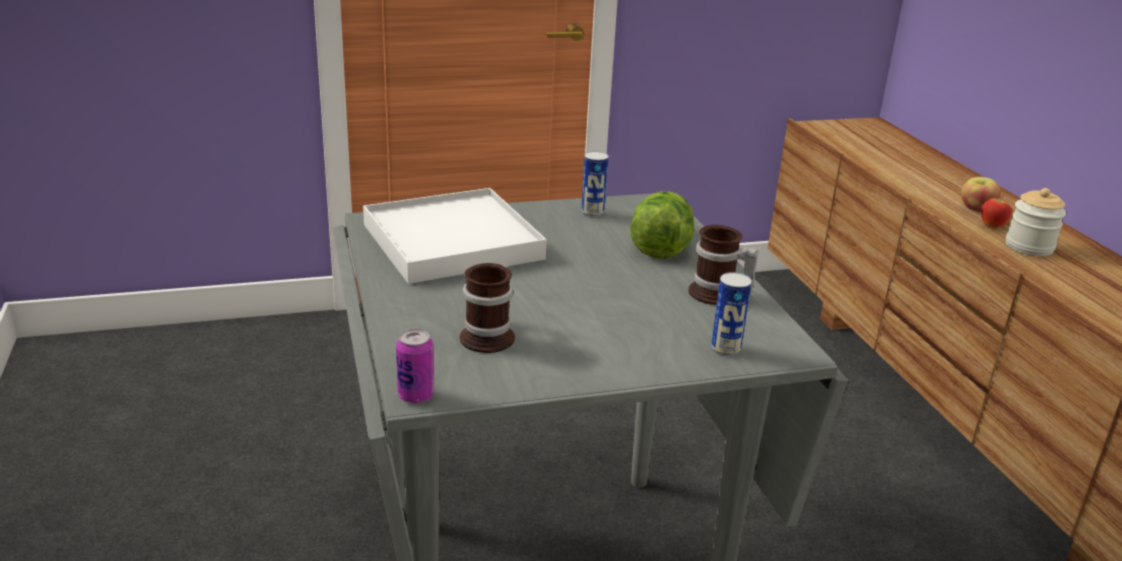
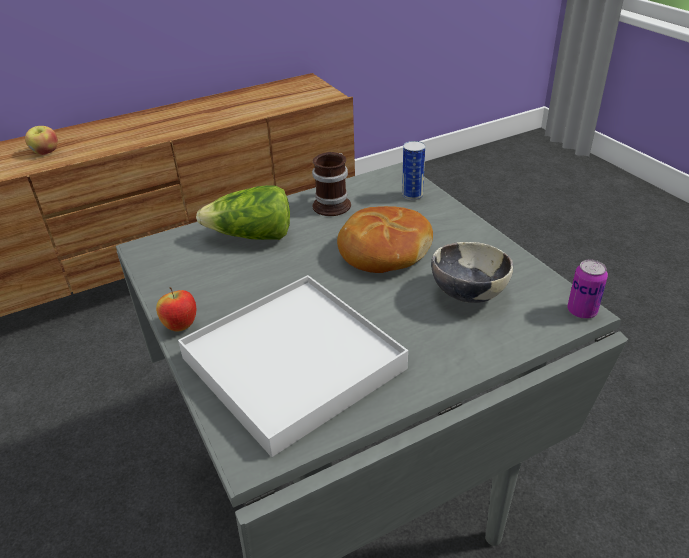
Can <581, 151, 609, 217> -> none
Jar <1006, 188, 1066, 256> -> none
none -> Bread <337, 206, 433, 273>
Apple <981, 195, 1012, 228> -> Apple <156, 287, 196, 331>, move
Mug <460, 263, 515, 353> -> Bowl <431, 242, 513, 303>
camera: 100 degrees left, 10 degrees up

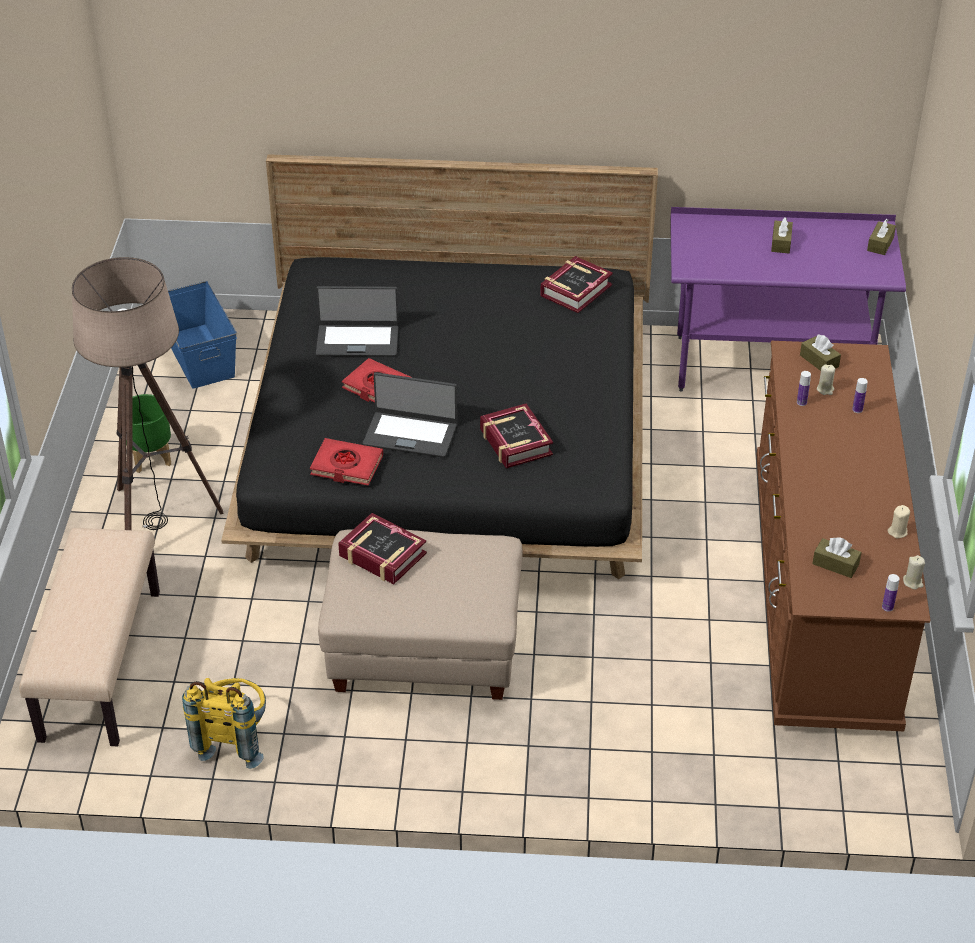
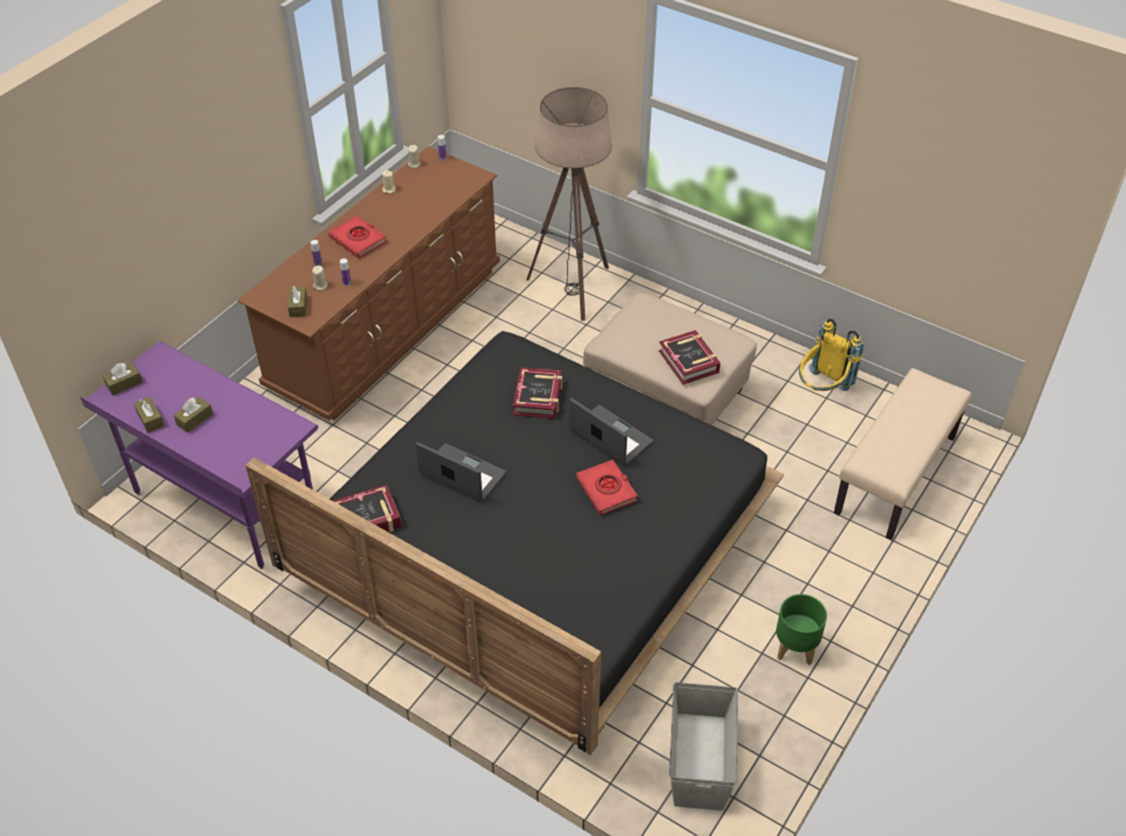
FloorLamp <72, 257, 224, 530> -> FloorLamp <526, 87, 612, 321>, move
RedBook <310, 438, 383, 486> -> RedBook <328, 216, 387, 258>, move
Laptop <316, 286, 399, 357> -> Laptop <416, 442, 506, 501>, move
BrownTissueBox <812, 537, 862, 578> -> BrownTissueBox <134, 397, 164, 433>, move
BlueStorageBox <168, 281, 237, 389> -> GreyStorageBox <669, 682, 738, 811>
camera: 150 degrees left, 5 degrees up

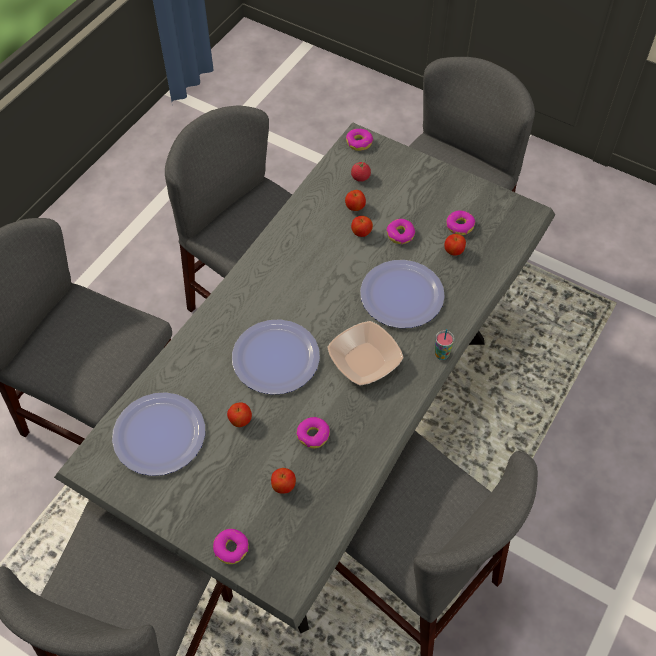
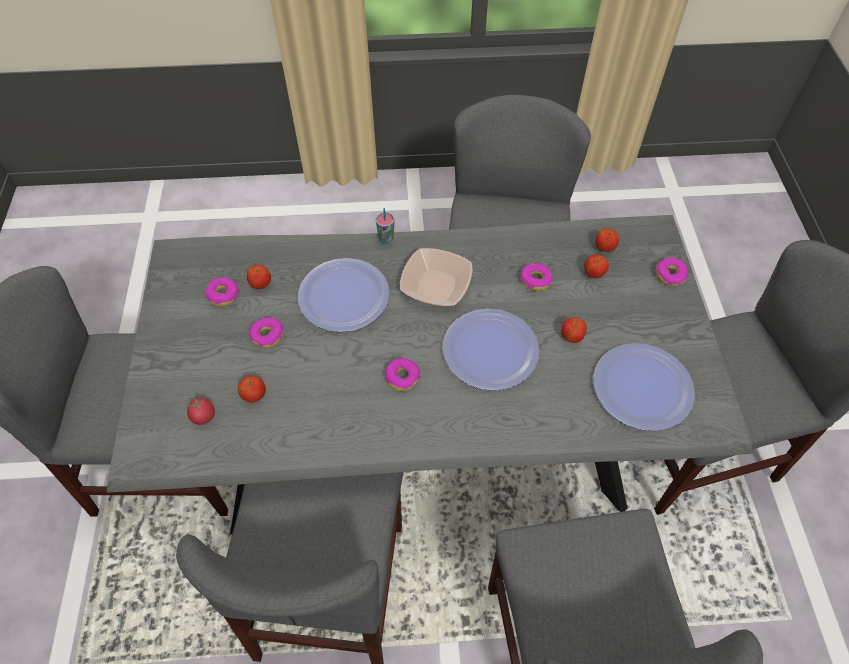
Donut <346, 129, 373, 151> -> Donut <385, 358, 420, 391>, move
Apple <351, 216, 373, 237> -> Apple <595, 228, 619, 252>, move
camera: 125 degrees left, 0 degrees up

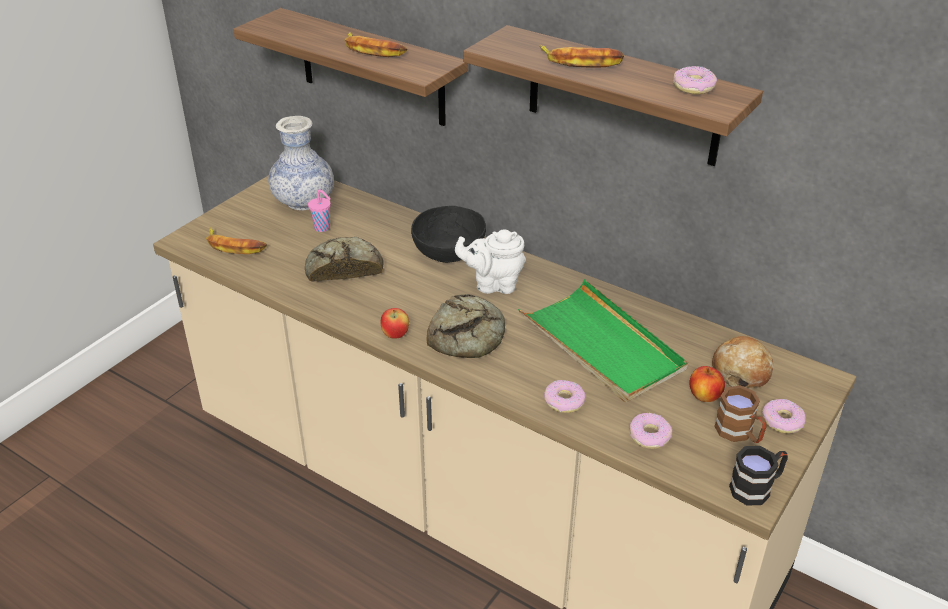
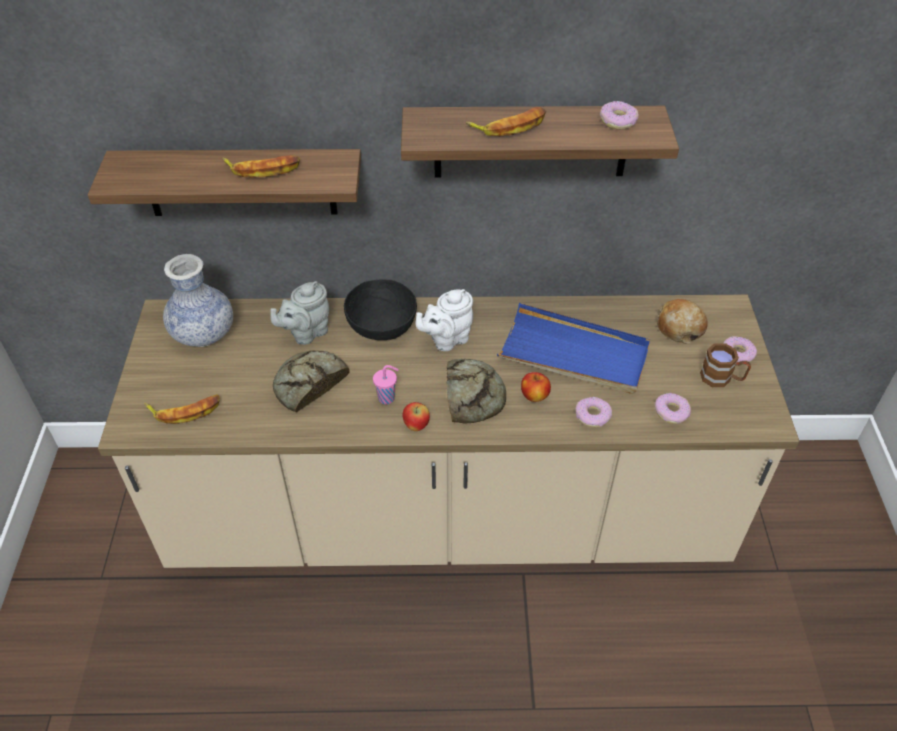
BlackMug <729, 446, 788, 506> -> none
none -> GreyTeapot <270, 281, 329, 345>
PinkCup <308, 190, 331, 232> -> PinkCup <373, 365, 399, 404>, move
Apple <689, 366, 725, 402> -> Apple <521, 372, 551, 402>, move
GreenTray <518, 279, 688, 402> -> BlueTray <497, 303, 650, 394>
camera: 35 degrees left, 10 degrees up

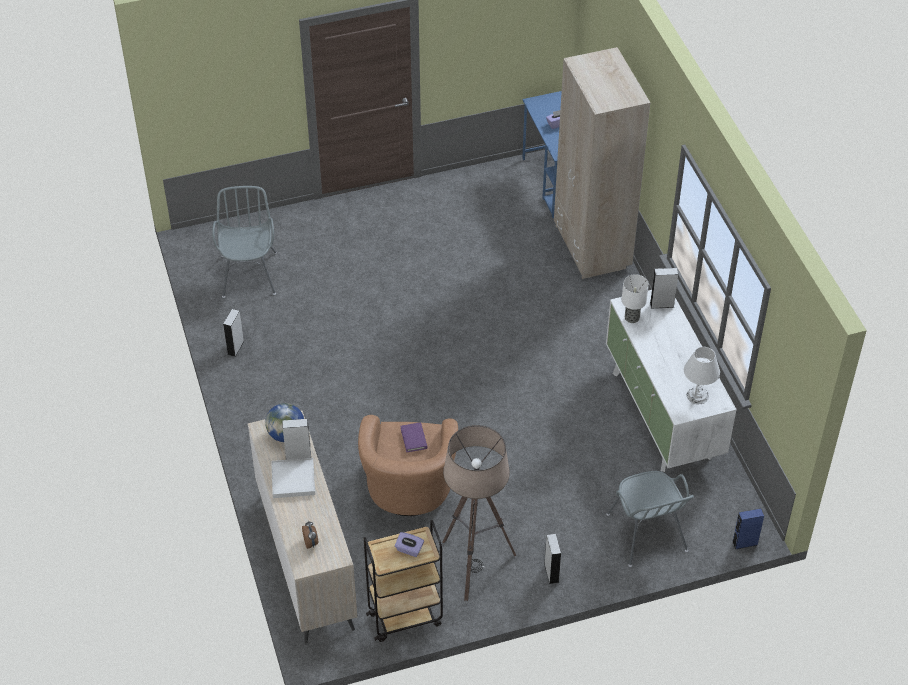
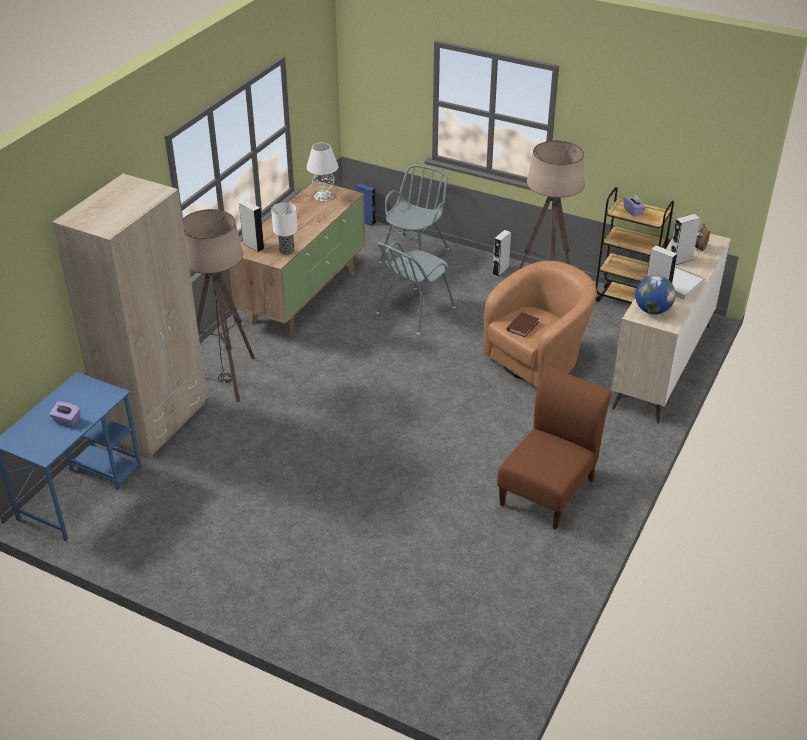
none -> FloorLamp <182, 209, 255, 402>
none -> BrownChair <497, 368, 612, 529>
GreyChair <212, 186, 277, 298> -> GreyChair <376, 242, 456, 335>, move
GreySpeaker <223, 309, 244, 357> -> GreySpeaker <670, 214, 700, 265>, move
PurpleBook <401, 422, 428, 452> -> BrownBook <507, 312, 539, 337>
WhiteDresser <606, 290, 737, 472> -> GreenDresser <230, 180, 365, 336>
camera: 135 degrees left, 10 degrees down

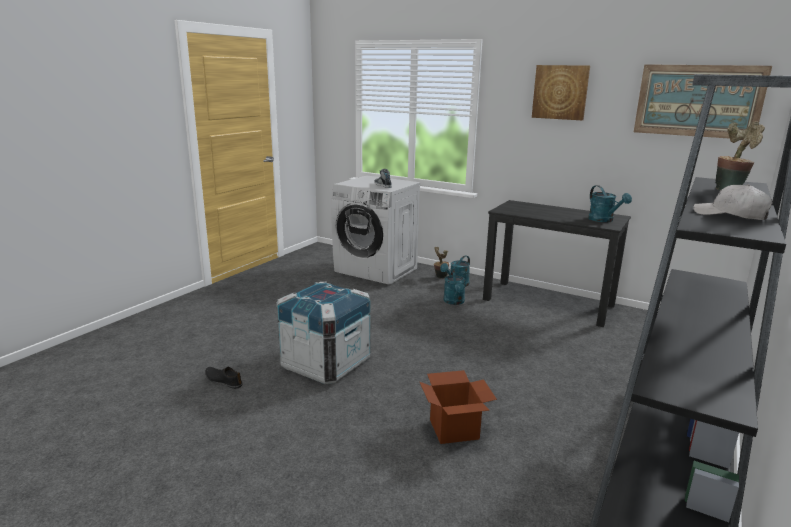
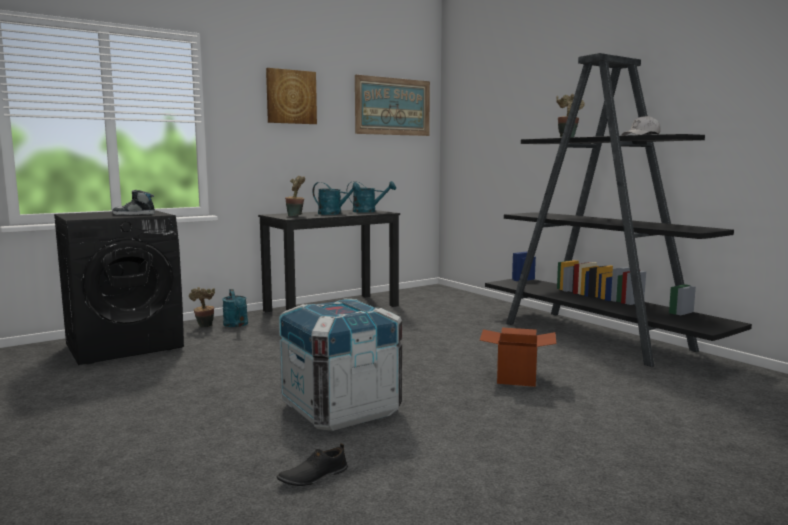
none -> PottedPlant <285, 176, 305, 216>
TurquoiseWateringCan <444, 269, 466, 305> -> TurquoiseWateringCan <313, 182, 361, 215>, move
WhiteWashingMachine <331, 175, 421, 285> -> BlackWashingMachine <54, 210, 184, 365>
camera: 65 degrees left, 10 degrees down

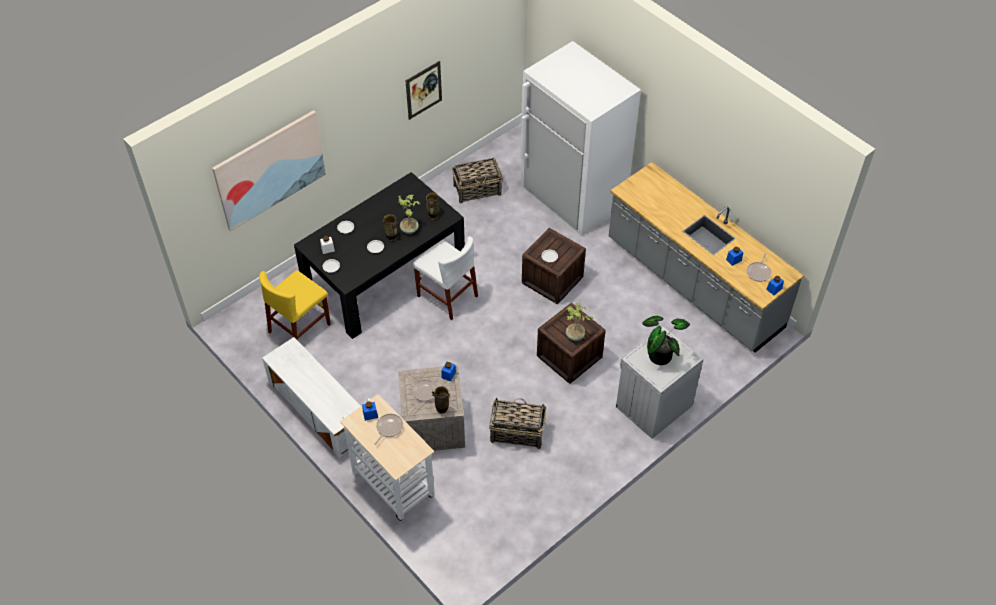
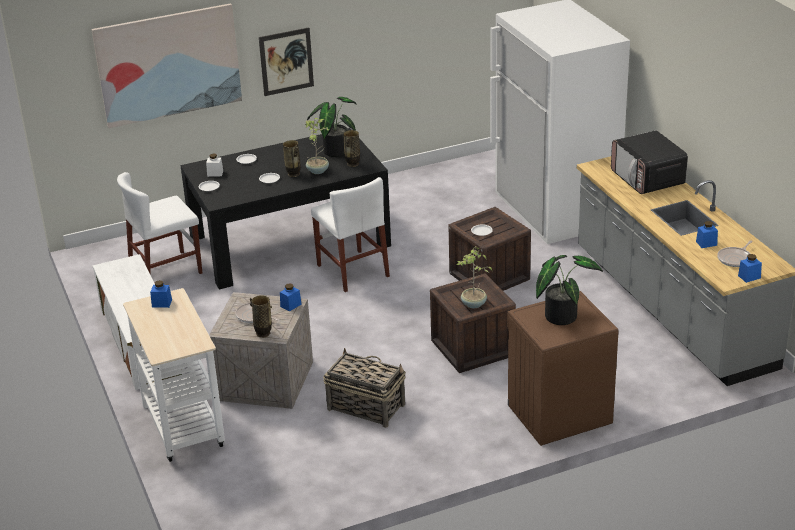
FryingPan <374, 414, 403, 445> -> none
Basket <452, 158, 503, 204> -> none
none -> PottedPlant <307, 97, 357, 157>
none -> Microwave <611, 130, 688, 194>
Picture <405, 61, 442, 120> -> Picture <259, 27, 314, 96>, move
YellowChair <259, 270, 331, 340> -> WhiteChair <117, 172, 203, 275>
WhiteWashingMachine <616, 327, 703, 439> -> BrownWashingMachine <507, 291, 618, 446>
camera: 20 degrees right, 20 degrees down

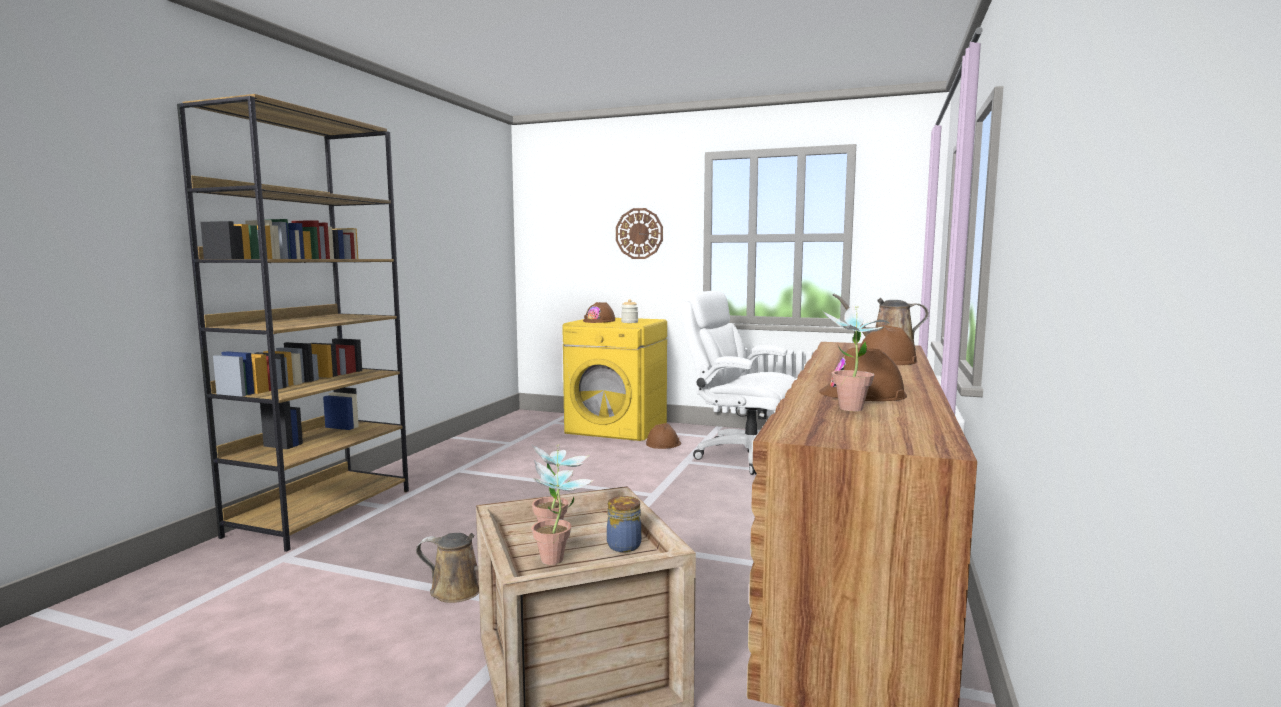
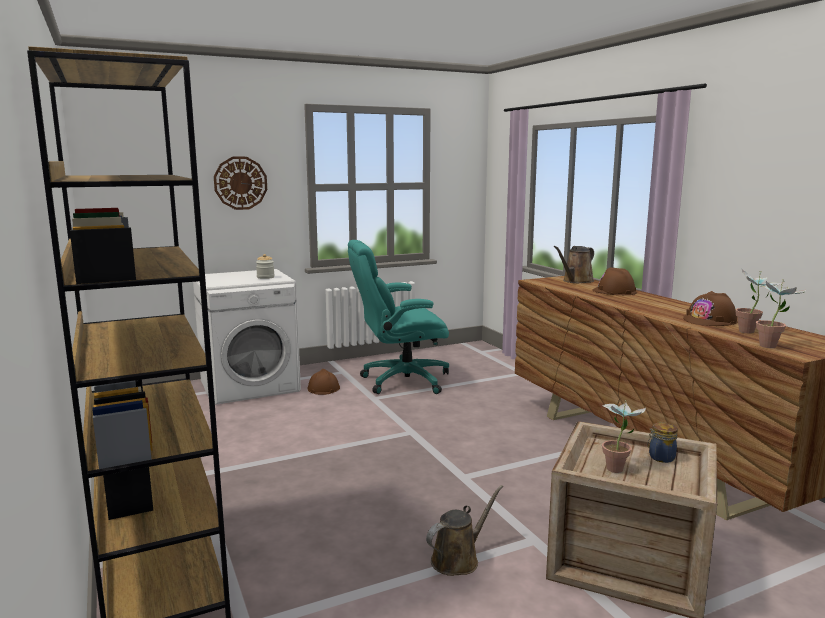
BrownHardHat <583, 302, 616, 323> -> none
PottedPlant <531, 460, 594, 565> -> PottedPlant <756, 279, 806, 348>, move
YellowWashingMachine <562, 318, 667, 441> -> WhiteWashingMachine <193, 269, 301, 405>
WhiteOfficeChair <683, 291, 797, 475> -> TurquoiseOfficeChair <348, 240, 449, 394>
camera: 45 degrees left, 5 degrees up

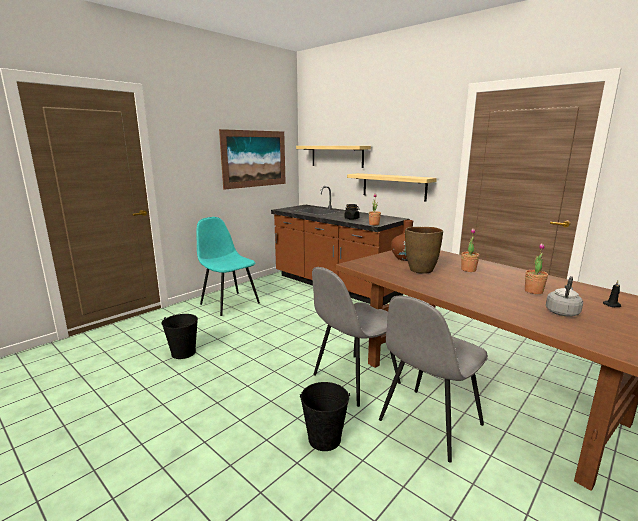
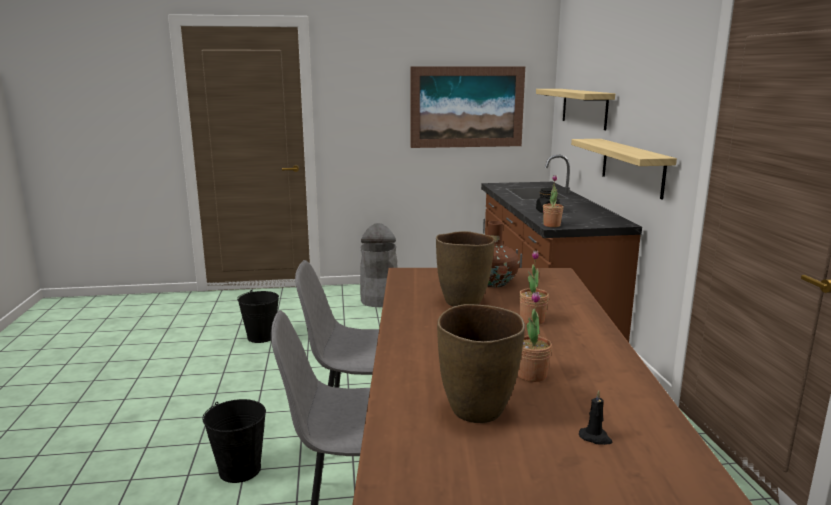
TurquoiseChair <197, 217, 260, 316> -> GreyTrashCan <360, 223, 397, 307>
GreyKettle <546, 276, 583, 317> -> BrownVase <437, 304, 525, 423>
camera: 40 degrees right, 0 degrees up

